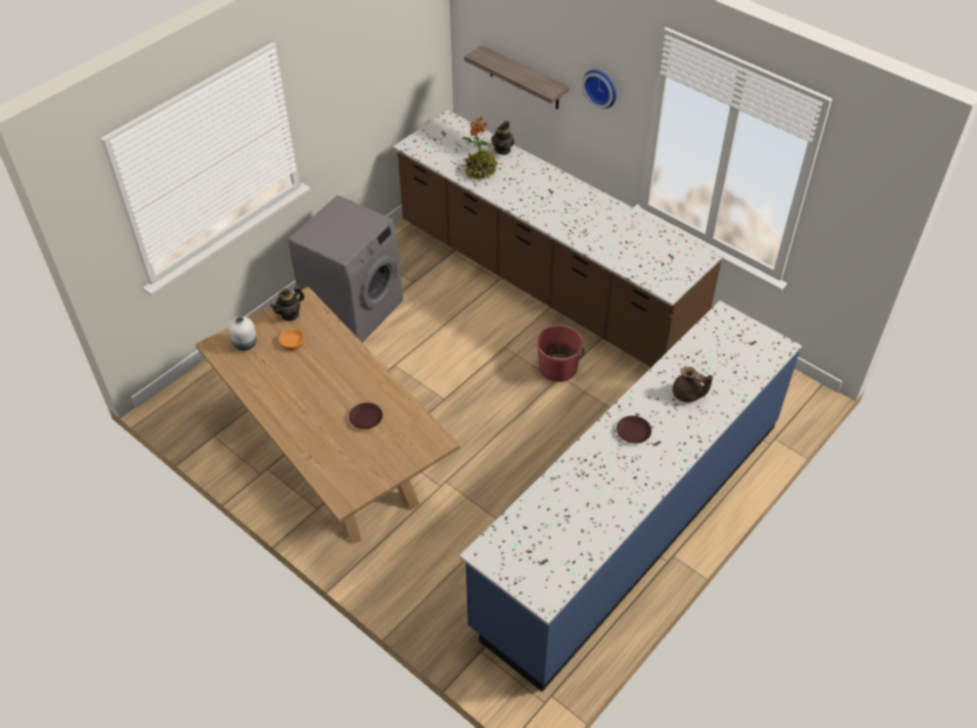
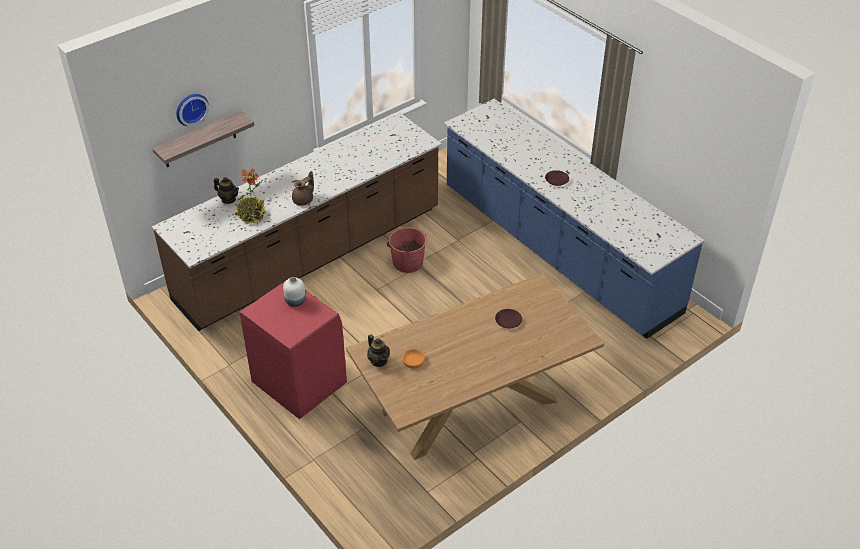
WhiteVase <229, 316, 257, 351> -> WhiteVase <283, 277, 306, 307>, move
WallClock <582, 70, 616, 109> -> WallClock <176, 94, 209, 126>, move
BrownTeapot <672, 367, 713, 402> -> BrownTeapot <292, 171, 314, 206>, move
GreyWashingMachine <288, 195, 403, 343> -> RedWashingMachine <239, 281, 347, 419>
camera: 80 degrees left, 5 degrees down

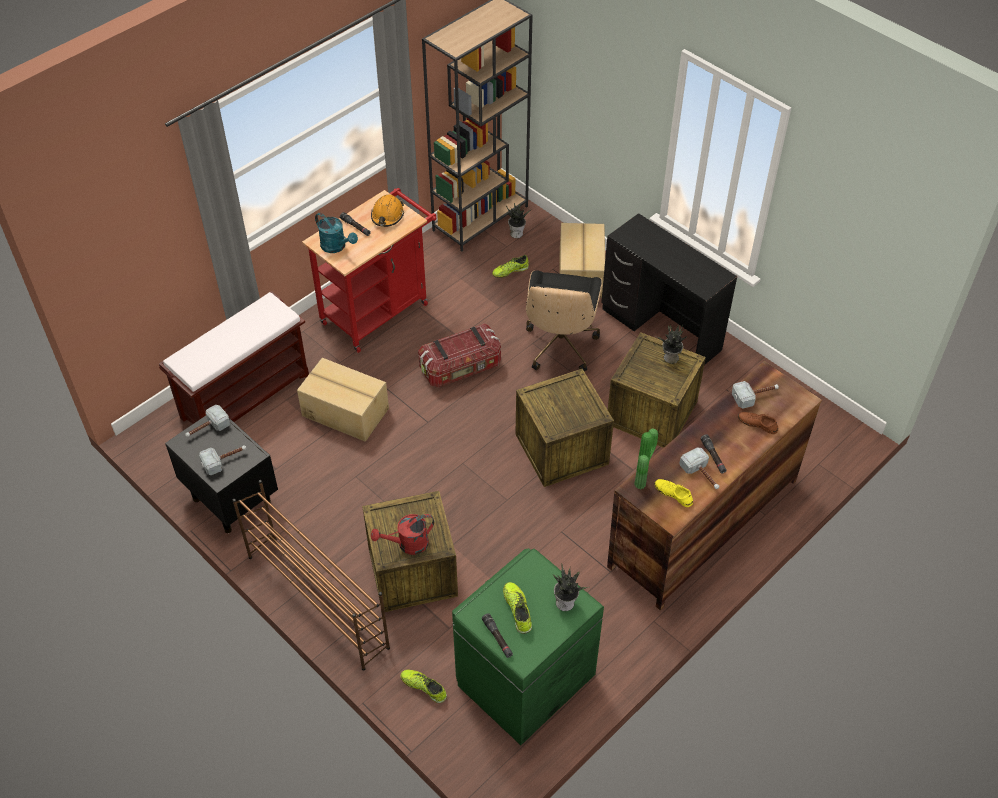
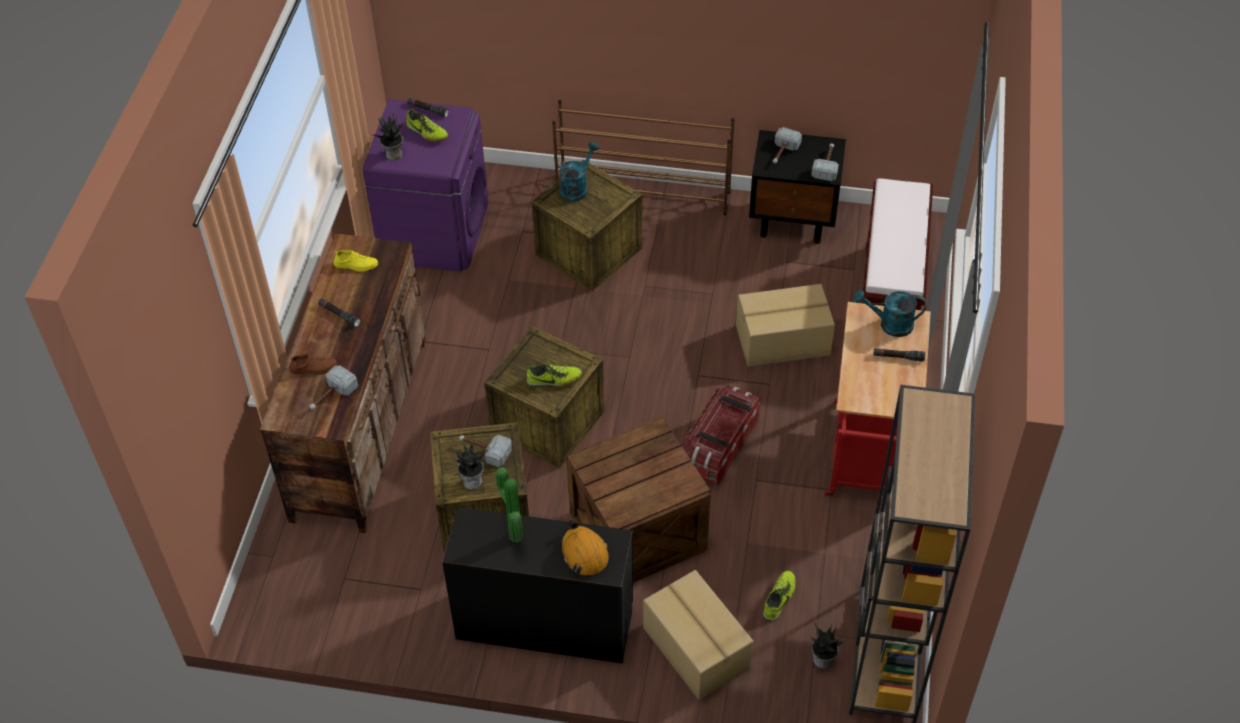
OrangeHardHat <371, 194, 404, 227> -> OrangeHardHat <561, 519, 609, 576>, move
Shoe <400, 670, 447, 703> -> Shoe <527, 364, 582, 386>, move
PottedPlant <634, 428, 658, 489> -> PottedPlant <496, 467, 523, 543>, move
Hammer <679, 447, 719, 489> -> Hammer <459, 435, 512, 467>, move
BlackOfficeChair <526, 270, 602, 371> -> Crate <566, 417, 711, 583>
RedWateringCan <371, 514, 434, 555> -> TurquoiseWateringCan <559, 142, 599, 202>
GreenWashingMachine <452, 548, 604, 745> -> PurpleWashingMachine <363, 99, 489, 272>
camera: 145 degrees right, 0 degrees up

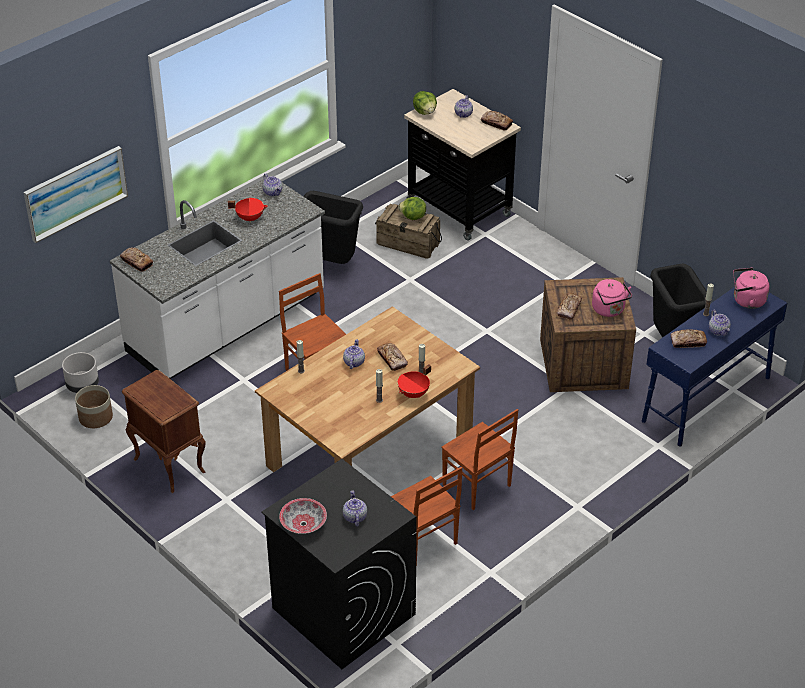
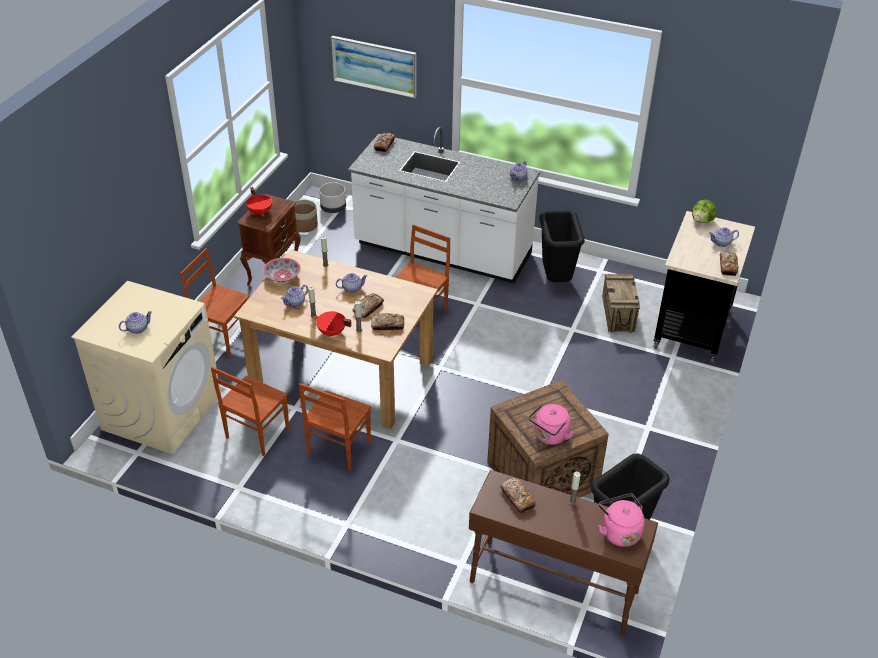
Lettuce <398, 197, 426, 220> -> none
none -> BrownChair <181, 248, 250, 357>
RedCookingPot <228, 198, 268, 223> -> RedCookingPot <246, 187, 272, 216>, move
Bowl <279, 498, 327, 534> -> Bowl <263, 258, 301, 282>, move
Bread <557, 293, 582, 320> -> Bread <371, 313, 404, 330>, move
Teapot <709, 310, 731, 336> -> Teapot <281, 285, 308, 307>, move
BlackWashingMachine <262, 459, 417, 669> -> BeigeWashingMachine <71, 281, 221, 454>
BlueConsoleTable <642, 287, 788, 447> -> BrownConsoleTable <469, 470, 658, 636>
camera: 65 degrees right, 0 degrees up

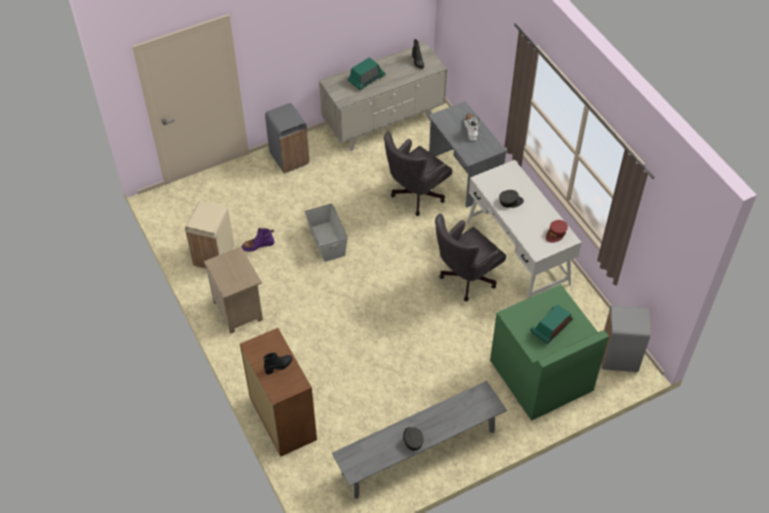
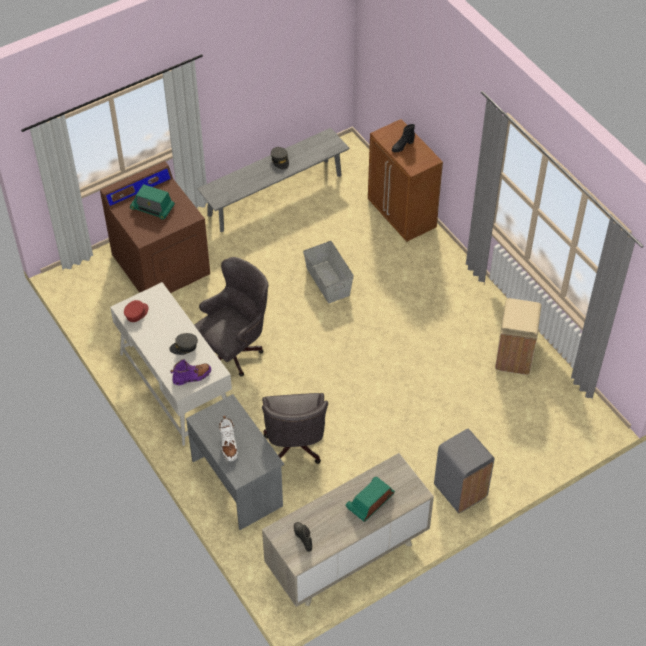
BeigeNightstand <204, 247, 263, 334> -> none
GreyTrashCan <601, 306, 650, 372> -> none
PurpleBoot <242, 228, 275, 252> -> PurpleBoot <170, 359, 211, 385>, move
GreyStorageBox <305, 204, 348, 262> -> GreyStorageBox <303, 241, 354, 304>, move
GreenWashingMachine <490, 284, 609, 421> -> BrownWashingMachine <100, 161, 210, 293>
GreyOfficeChair <384, 131, 452, 216> -> GreyOfficeChair <262, 393, 328, 464>, 135 degrees clockwise
Radio <530, 305, 573, 344> -> Radio <130, 184, 175, 220>, 75 degrees clockwise
camera: 175 degrees right, 0 degrees up

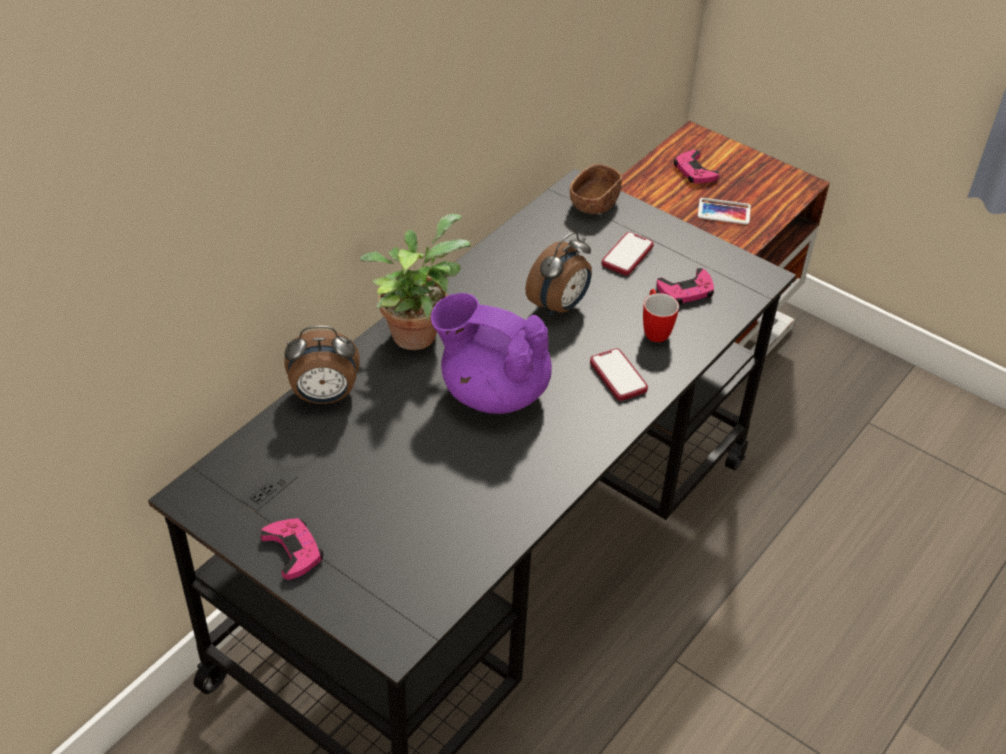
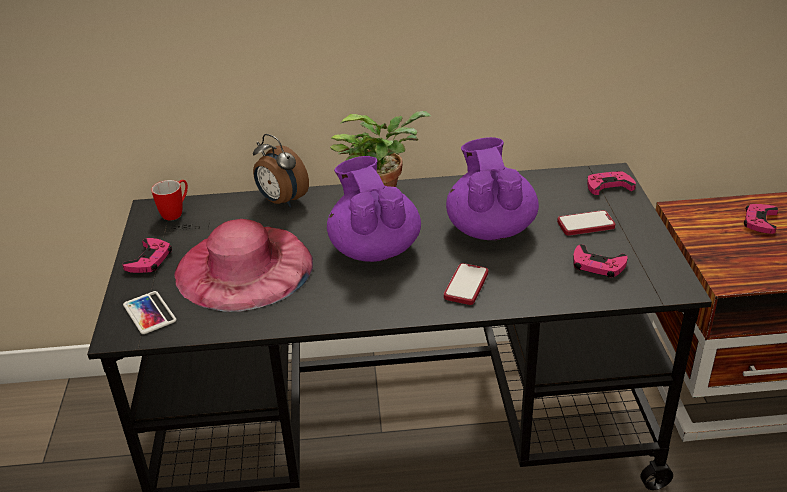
none -> PinkHat <174, 219, 313, 312>
Mug <643, 289, 679, 342> -> Mug <151, 180, 188, 221>, move
Phone <698, 198, 751, 224> -> Phone <123, 291, 176, 334>, move
AlarmClock <525, 232, 592, 316> -> PurpleTeapot <446, 137, 539, 240>
BrownBowl <570, 164, 622, 214> -> PinkGameController <587, 171, 636, 195>
camera: 50 degrees right, 10 degrees down

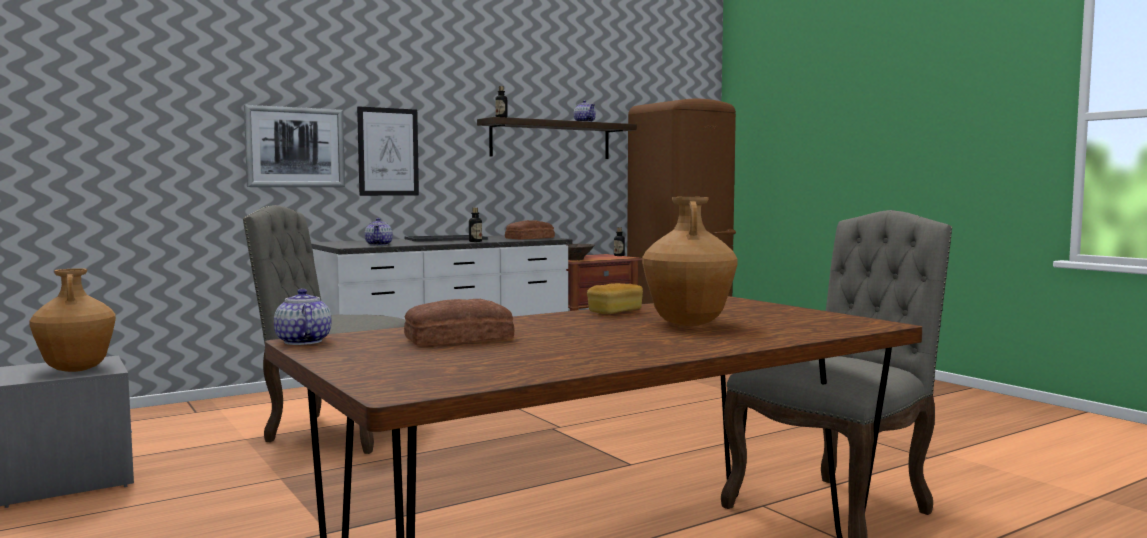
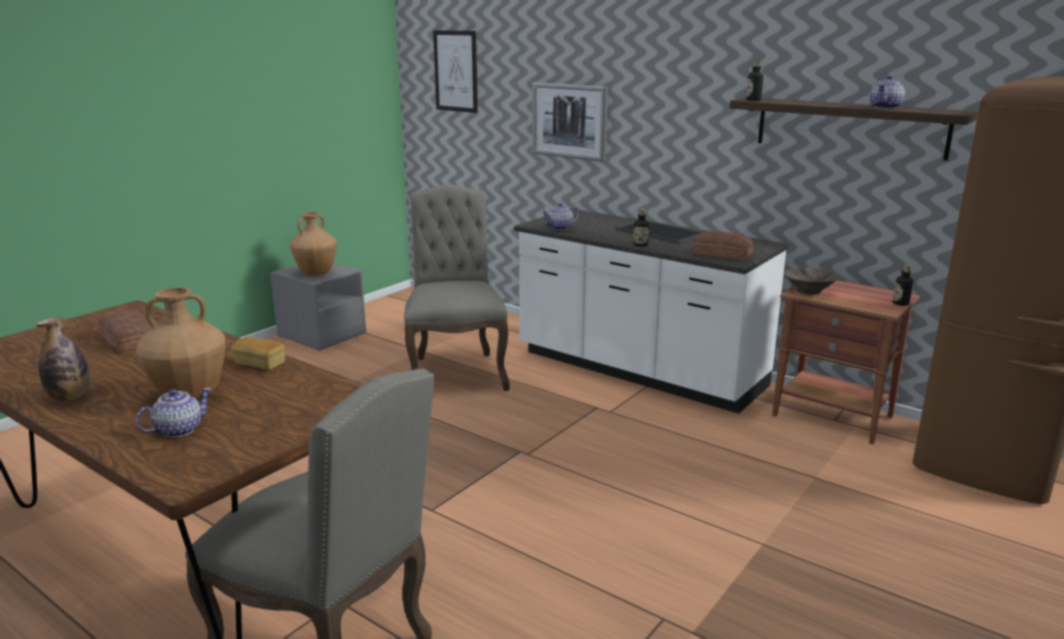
none -> Bottle <36, 317, 90, 401>
Teapot <274, 289, 331, 345> -> Teapot <136, 388, 212, 437>, move
Picture <357, 106, 419, 196> -> Picture <433, 30, 478, 113>, move
camera: 70 degrees right, 15 degrees up

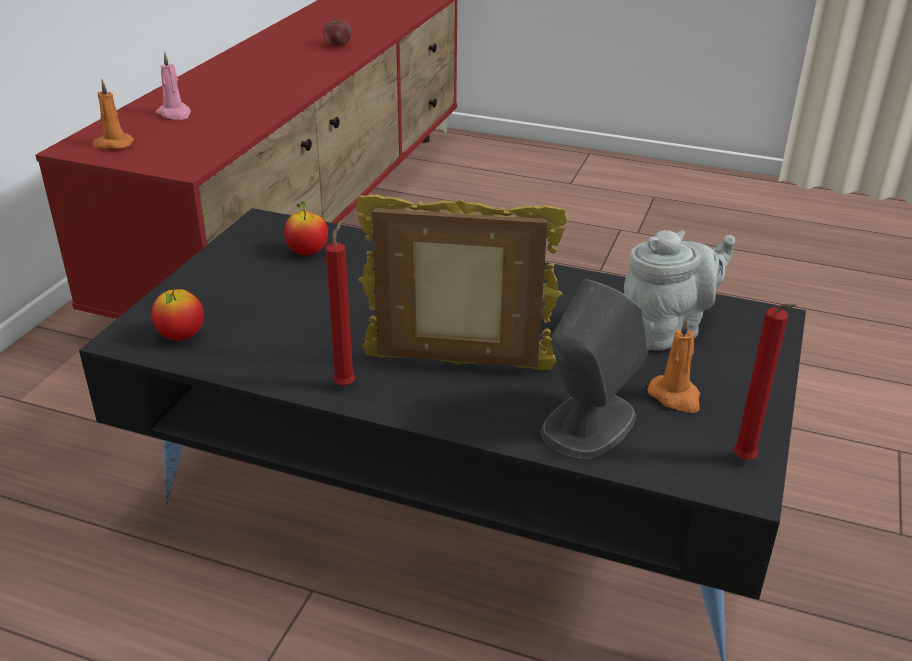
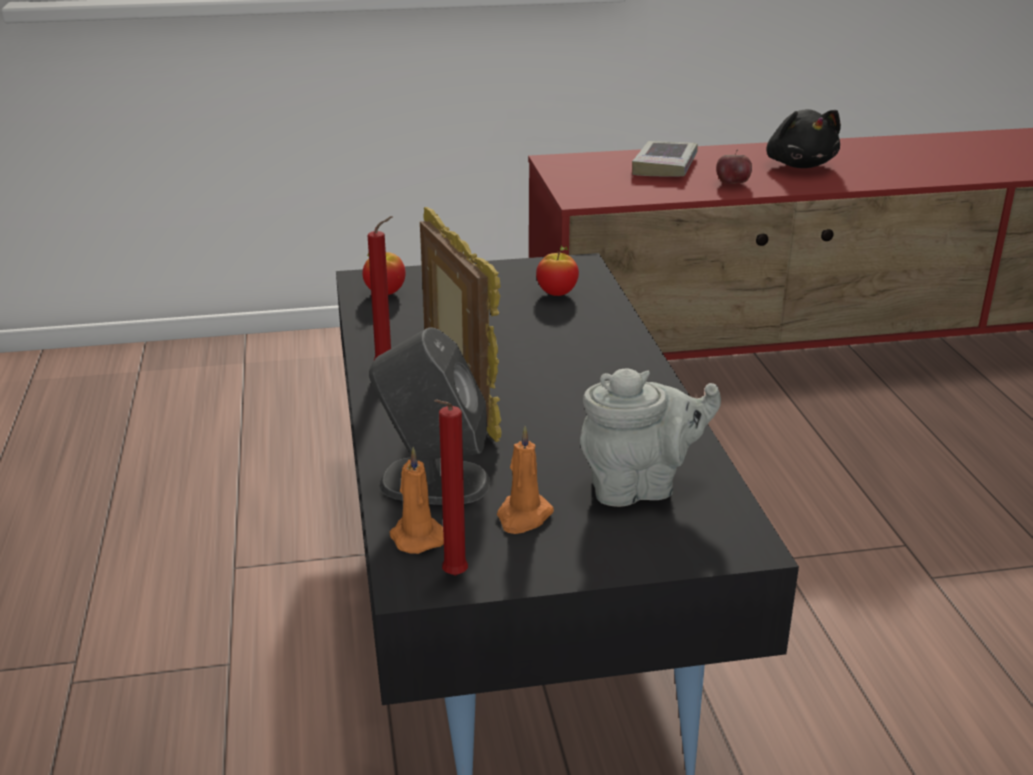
none -> BlackPlushToy <767, 109, 841, 168>
OrangeCandle <92, 80, 134, 149> -> OrangeCandle <389, 447, 444, 554>, move
Apple <323, 16, 351, 47> -> Apple <716, 150, 752, 184>, move
PinkCandle <156, 52, 191, 120> -> Book <632, 141, 698, 176>
GreyTeapot <624, 230, 735, 350> -> GreyTeapot <580, 368, 721, 507>, 45 degrees counterclockwise
camera: 60 degrees right, 5 degrees down

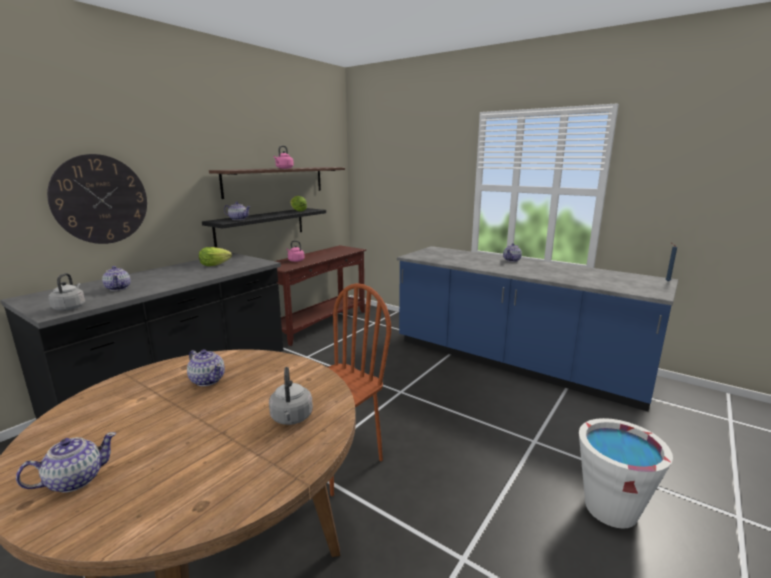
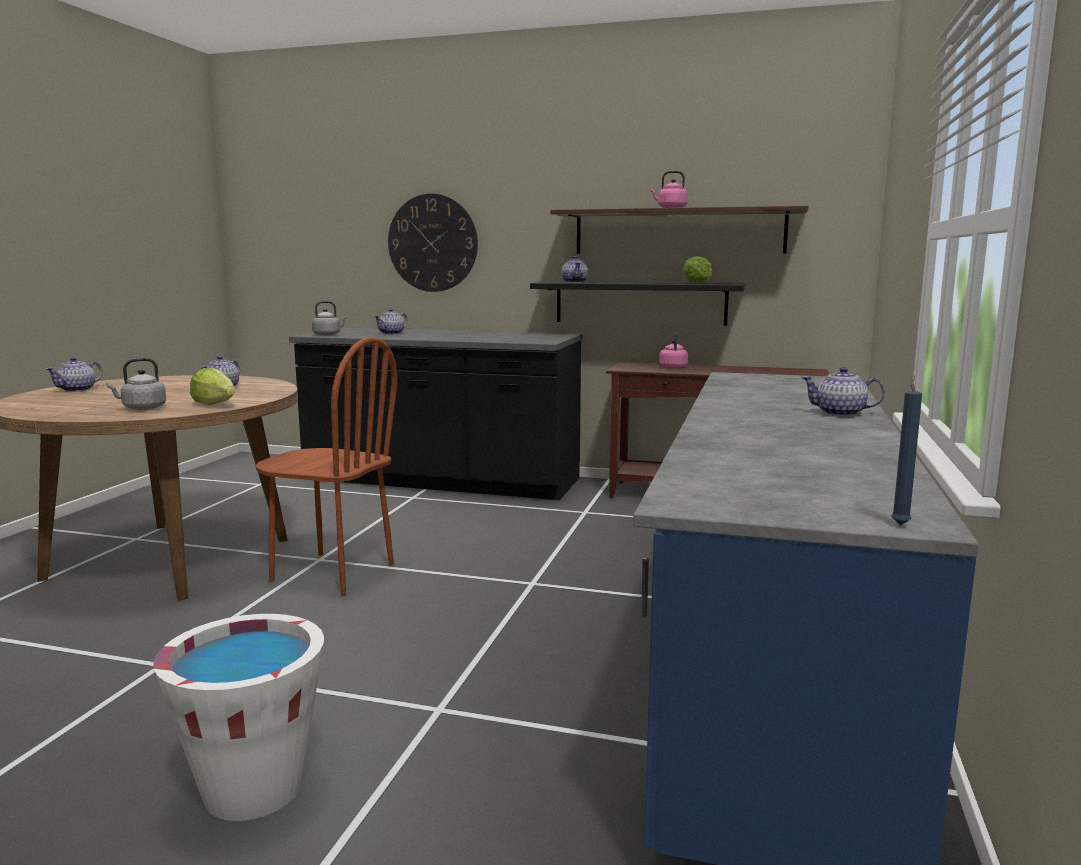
Lettuce <199, 247, 232, 266> -> Lettuce <190, 368, 235, 405>, move
Teapot <16, 432, 117, 493> -> Teapot <46, 357, 103, 392>, 90 degrees clockwise
camera: 70 degrees right, 5 degrees down

